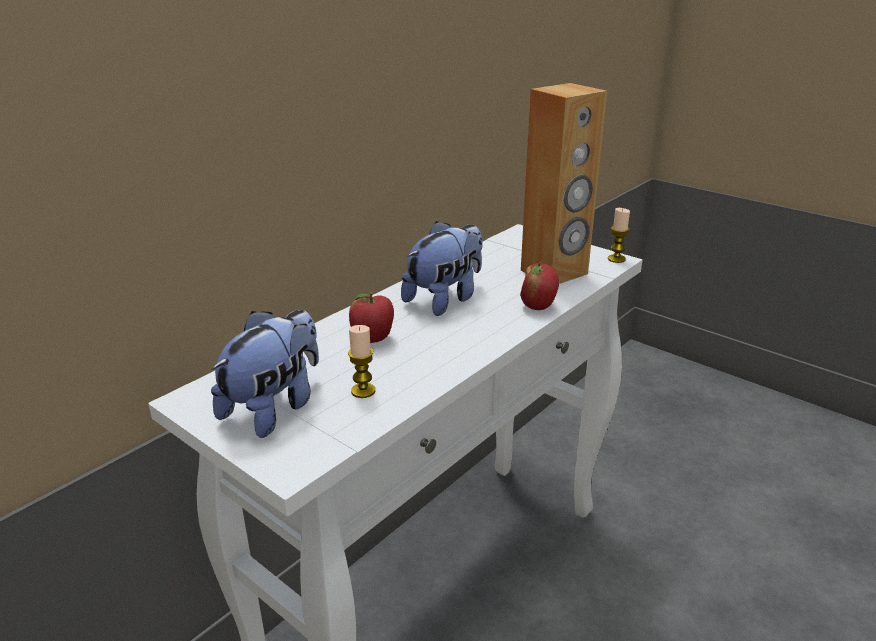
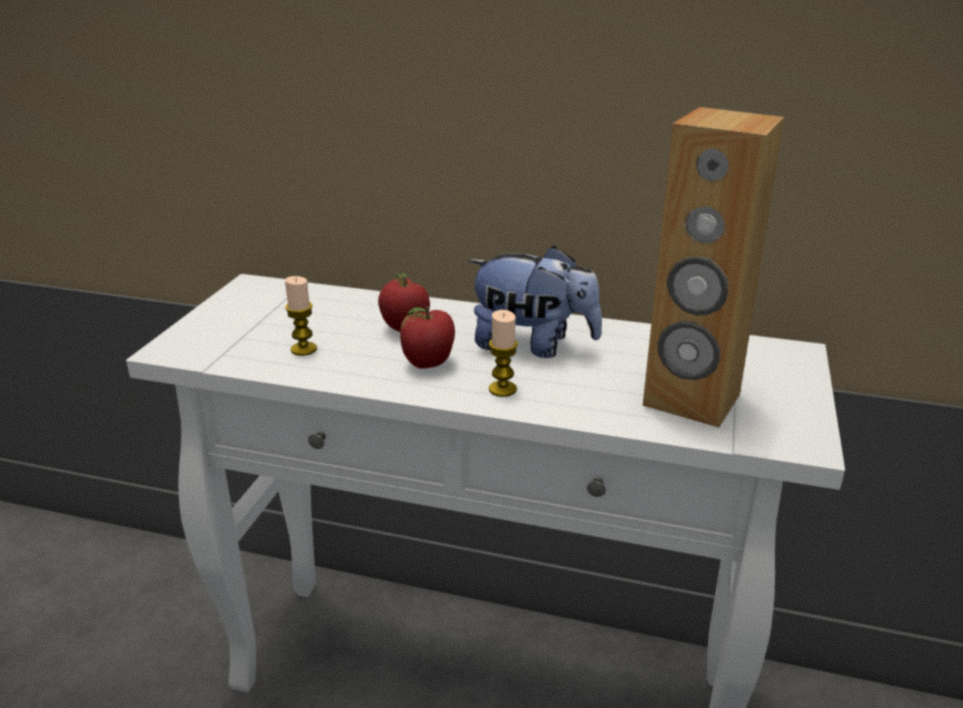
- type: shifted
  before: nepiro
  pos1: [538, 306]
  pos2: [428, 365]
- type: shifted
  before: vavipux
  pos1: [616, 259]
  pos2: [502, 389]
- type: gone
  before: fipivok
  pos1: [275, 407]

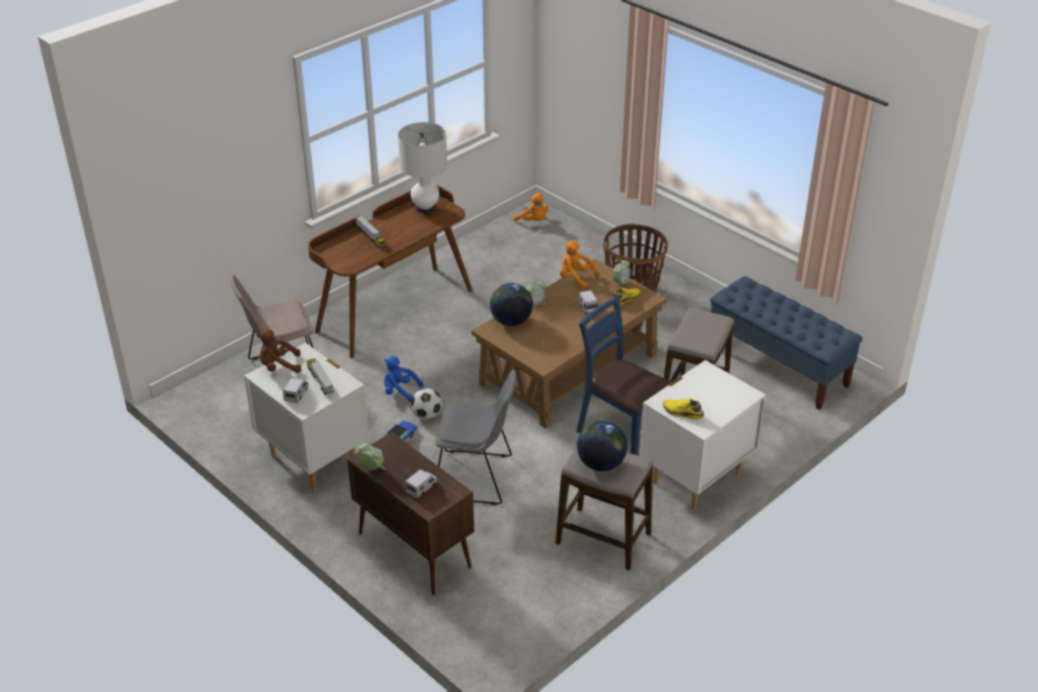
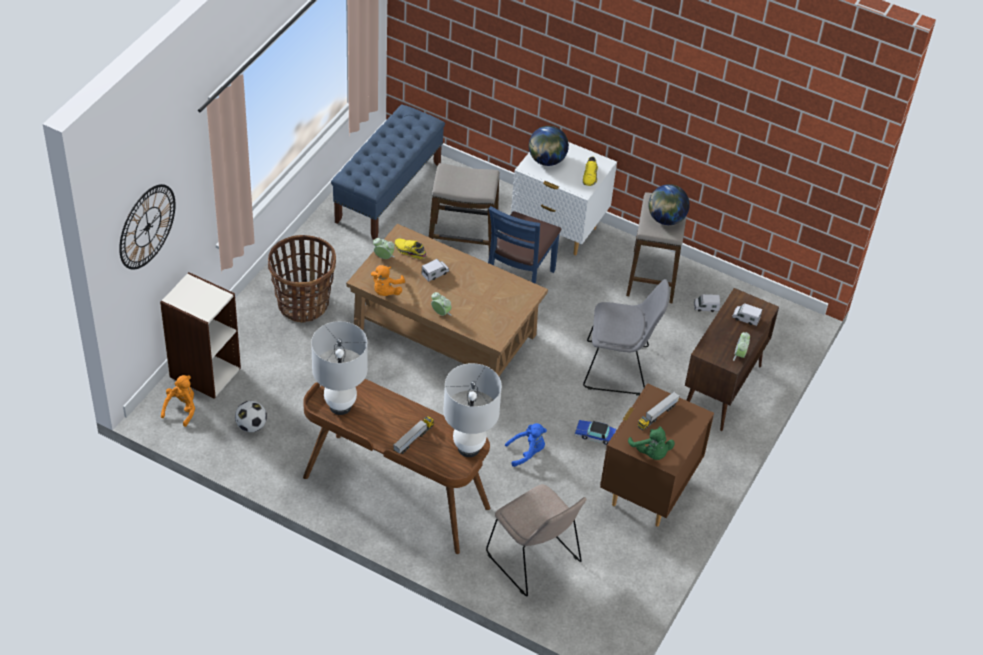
- type: new
  after: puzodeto
  pos2: [147, 226]
- type: new
  after: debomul
  pos2: [204, 372]
- type: shifted
  before: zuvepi
  pos1: [427, 415]
  pos2: [251, 426]
- type: new
  after: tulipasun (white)
  pos2: [468, 448]
- type: rotated
  before: fipivok (blue)
  pos1: [400, 391]
  pos2: [527, 452]
  turn: -105
- type: shifted
  before: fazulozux
  pos1: [511, 321]
  pos2: [546, 160]
- type: rotated
  before: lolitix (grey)
  pos1: [477, 477]
  pos2: [619, 368]
  turn: 105
- type: repainted
  before: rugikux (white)
  after: rugikux (brown)
  pos1: [314, 459]
  pos2: [648, 491]
- type: repainted
  before: fipivok (brown)
  after: fipivok (green)
  pos1: [279, 366]
  pos2: [651, 453]
- type: shifted
  before: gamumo
  pos1: [296, 394]
  pos2: [706, 307]

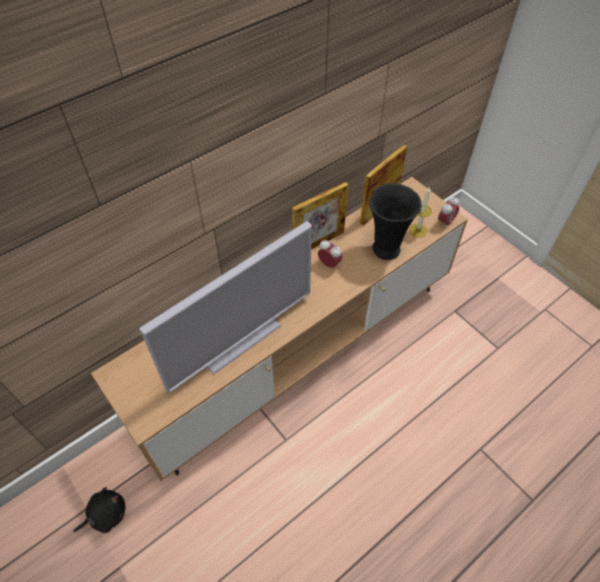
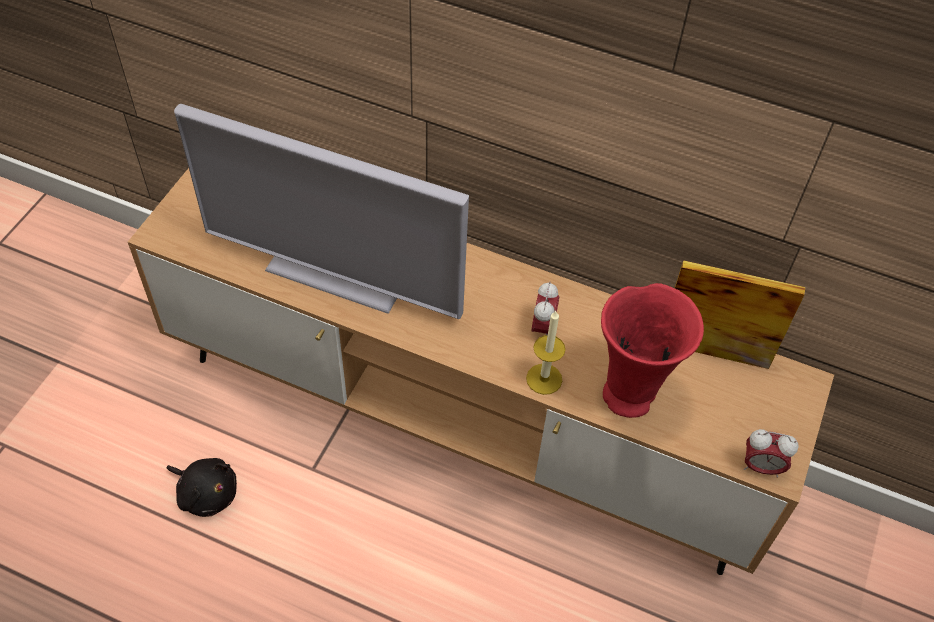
- type: shifted
  before: fipivok (black)
  pos1: [106, 514]
  pos2: [206, 493]
- type: shifted
  before: vavipux
  pos1: [418, 230]
  pos2: [544, 379]
- type: repainted
  before: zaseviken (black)
  after: zaseviken (red)
  pos1: [386, 248]
  pos2: [631, 394]
- type: gone
  before: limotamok
  pos1: [318, 243]

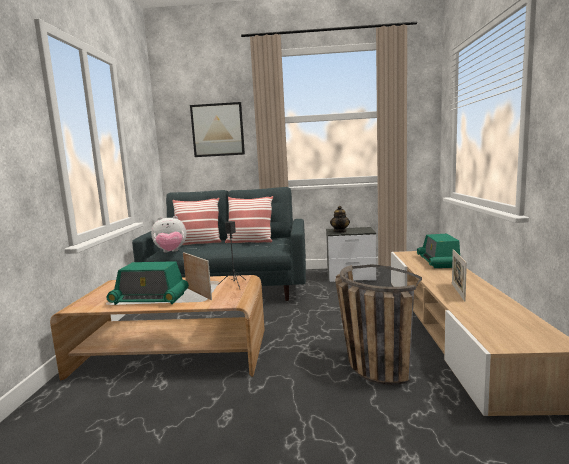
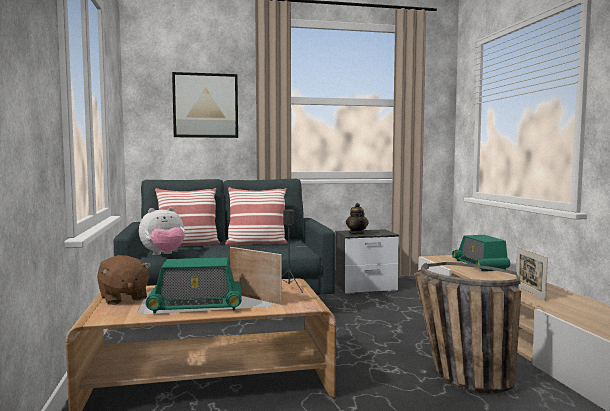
- type: new
  after: fipivok (brown)
  pos2: [123, 298]

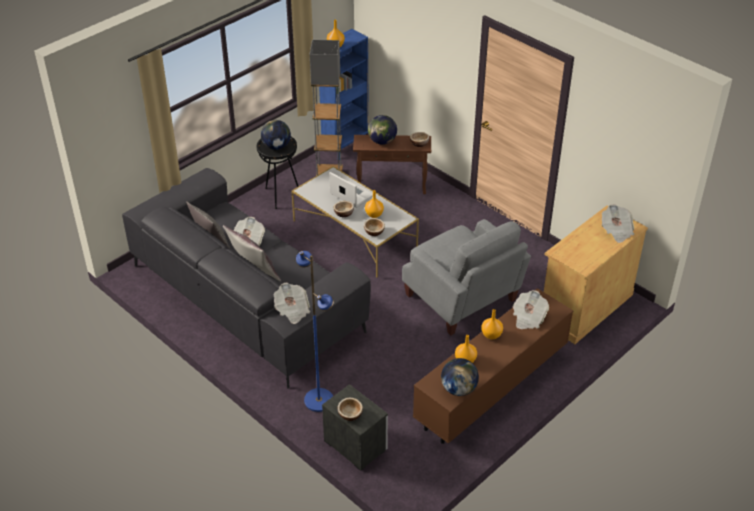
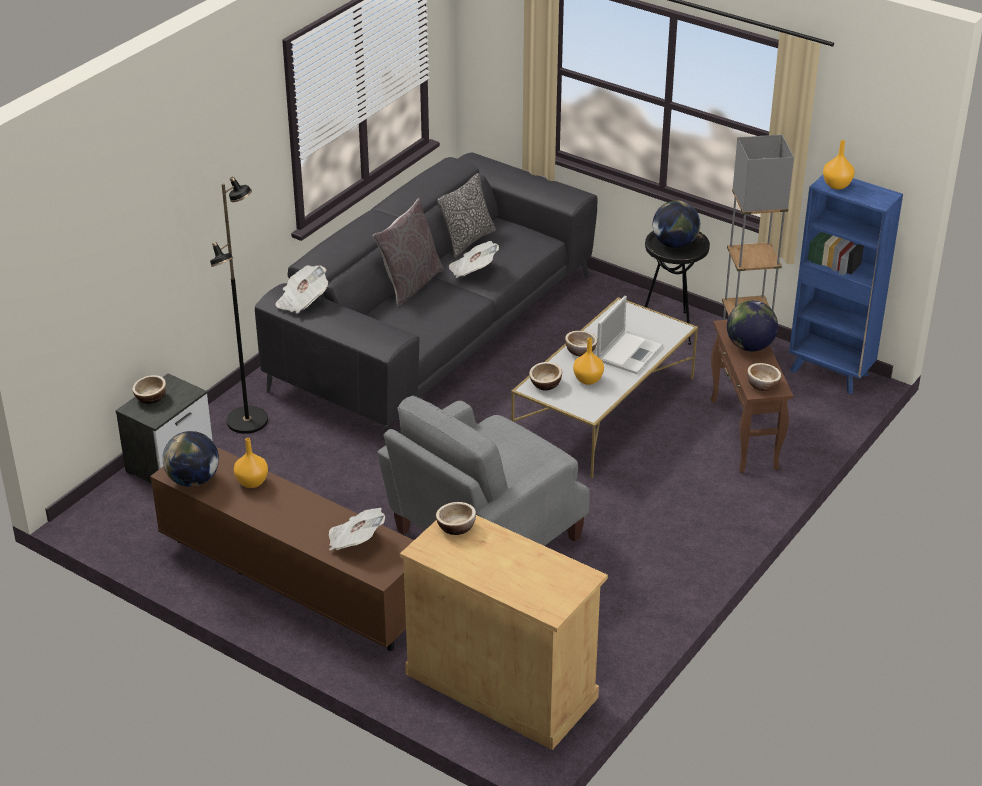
- type: repainted
  before: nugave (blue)
  after: nugave (black)
  pos1: [319, 400]
  pos2: [248, 421]
- type: new
  after: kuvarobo
  pos2: [456, 527]
- type: gone
  before: zaseviken (orange)
  pos1: [491, 335]
- type: gone
  before: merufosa
  pos1: [616, 231]

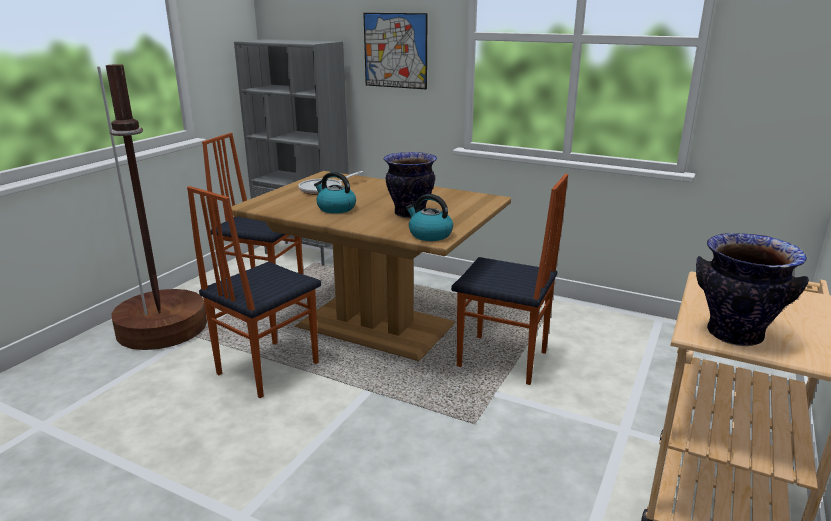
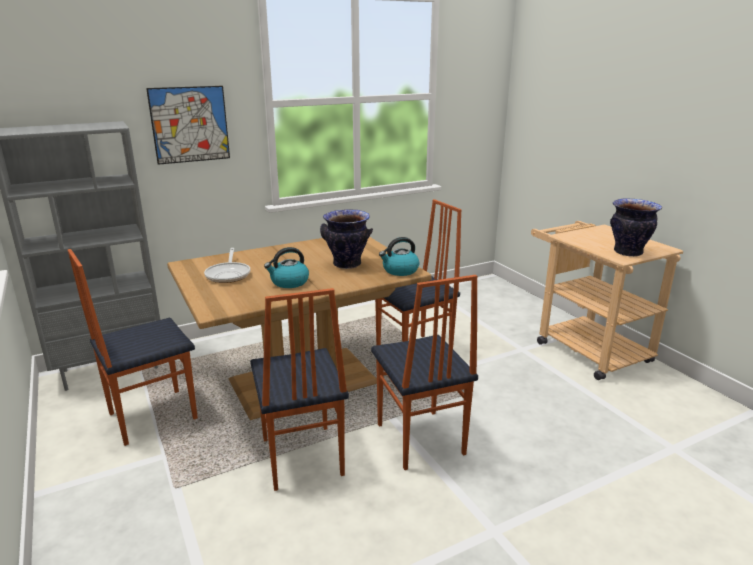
- type: new
  after: lolitix
  pos2: [419, 440]
- type: gone
  before: nugave (brown)
  pos1: [162, 328]

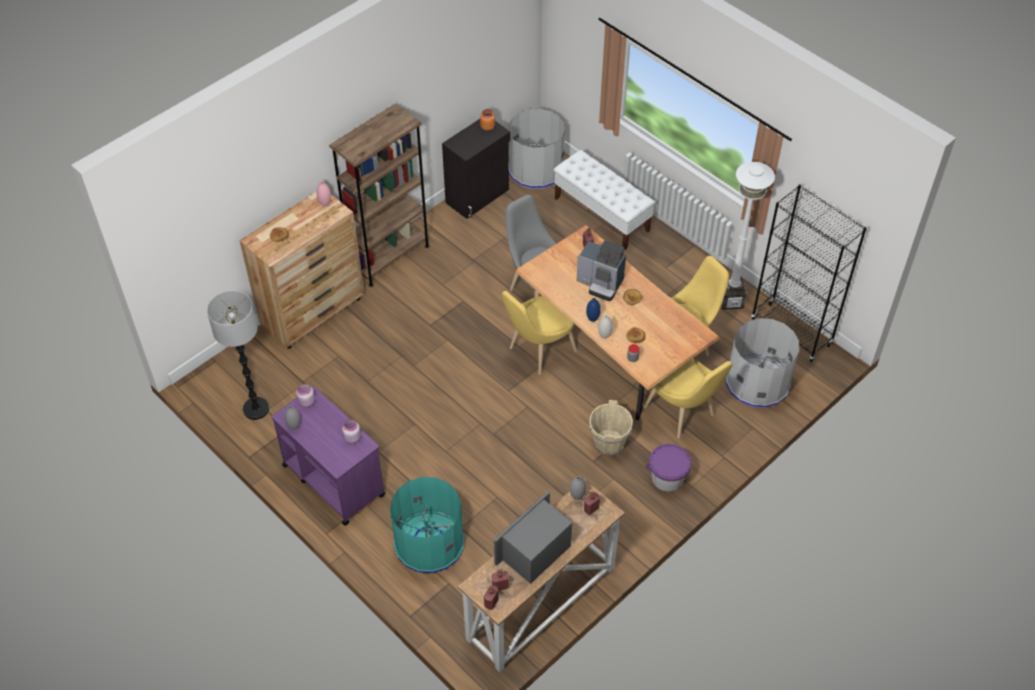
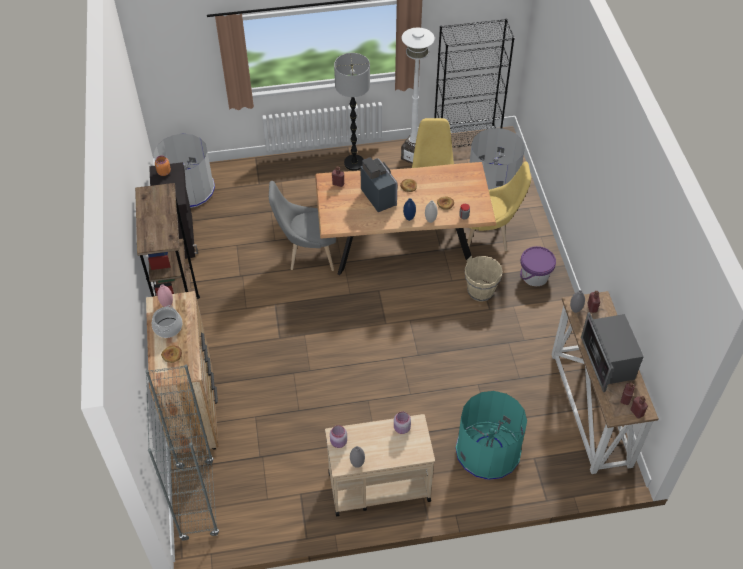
- type: new
  after: debomul (grey)
  pos2: [197, 500]
- type: new
  after: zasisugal
  pos2: [168, 328]
- type: repainted
  before: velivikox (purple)
  after: velivikox (beige)
  pos1: [333, 479]
  pos2: [378, 486]
- type: shifted
  before: nugave
  pos1: [256, 409]
  pos2: [354, 163]
- type: rotated
  before: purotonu
  pos1: [600, 283]
  pos2: [380, 196]
  turn: -90
- type: gone
  before: lolitix (yellow)
  pos1: [538, 351]
- type: gone
  before: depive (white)
  pos1: [602, 214]

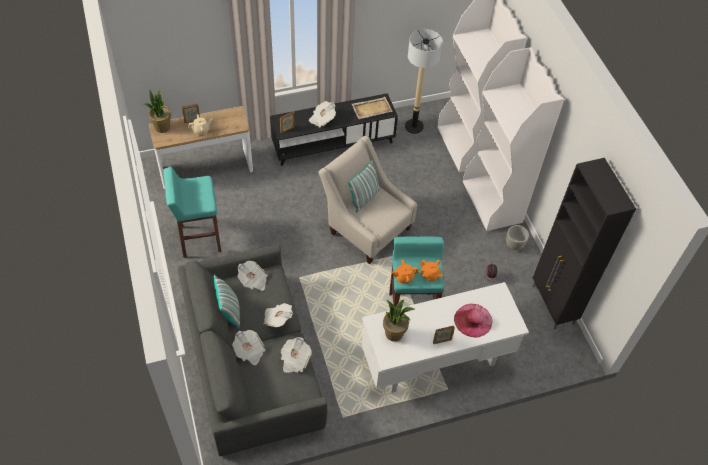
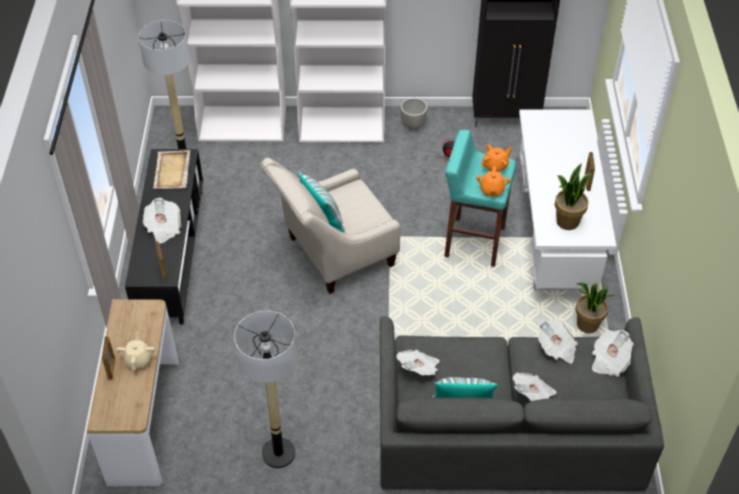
- type: swapped
  before: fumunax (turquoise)
  after: nugave
  pos1: [199, 238]
  pos2: [278, 453]
- type: shifted
  before: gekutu
  pos1: [162, 127]
  pos2: [587, 325]
- type: shifted
  before: merufosa
  pos1: [277, 318]
  pos2: [610, 360]
- type: gone
  before: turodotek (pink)
  pos1: [473, 320]

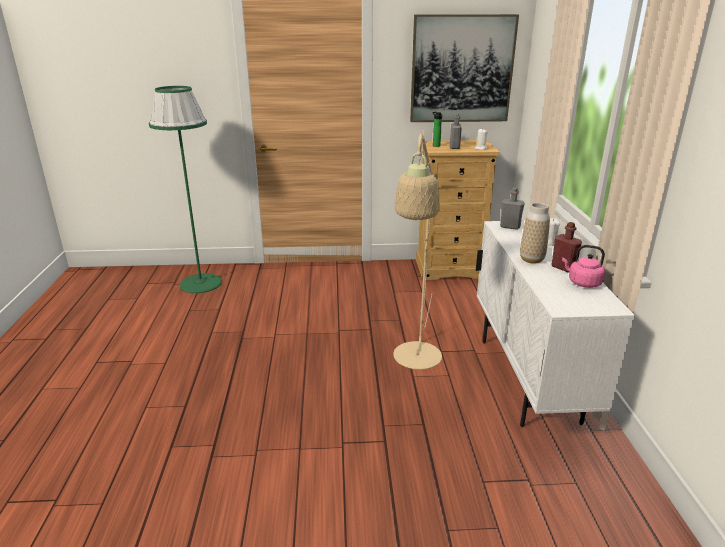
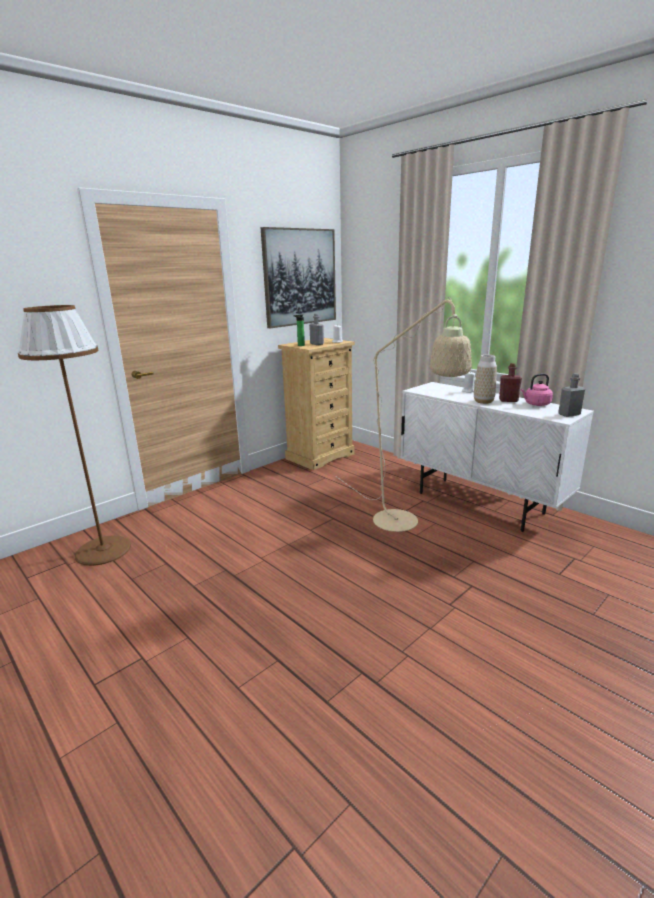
- type: repainted
  before: nugave (green)
  after: nugave (brown)
  pos1: [201, 283]
  pos2: [103, 550]
- type: shifted
  before: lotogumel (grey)
  pos1: [510, 227]
  pos2: [569, 414]

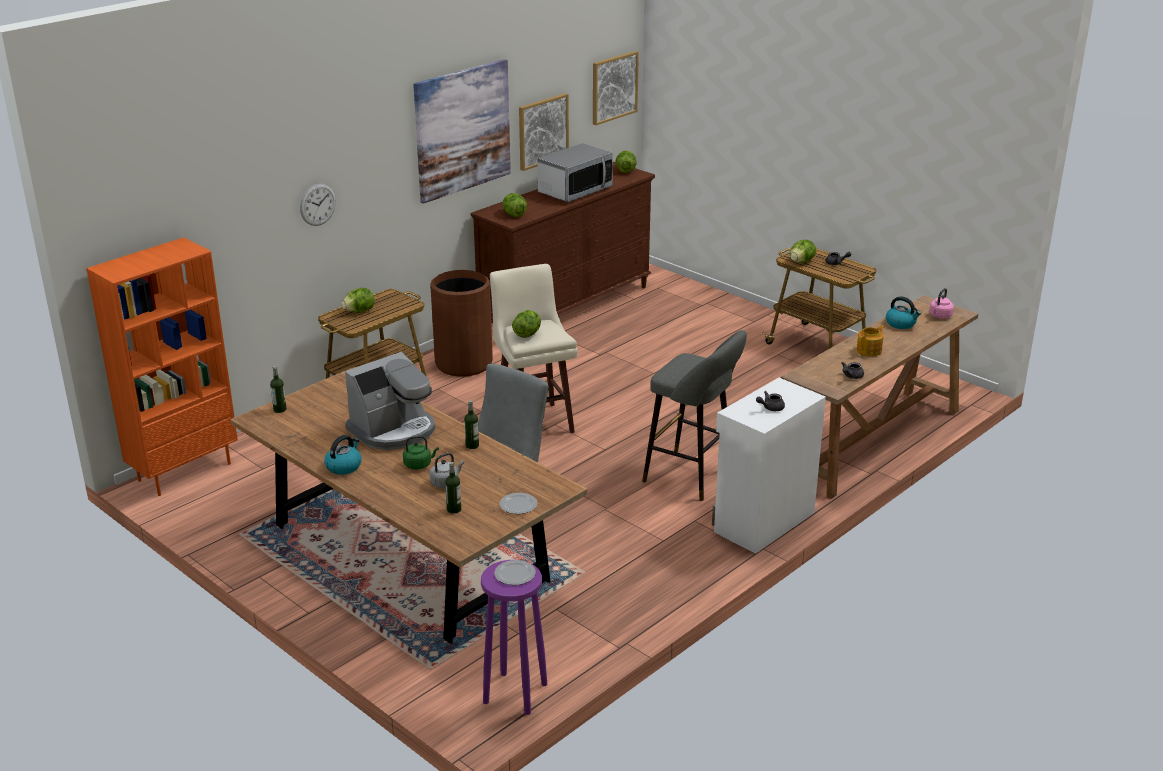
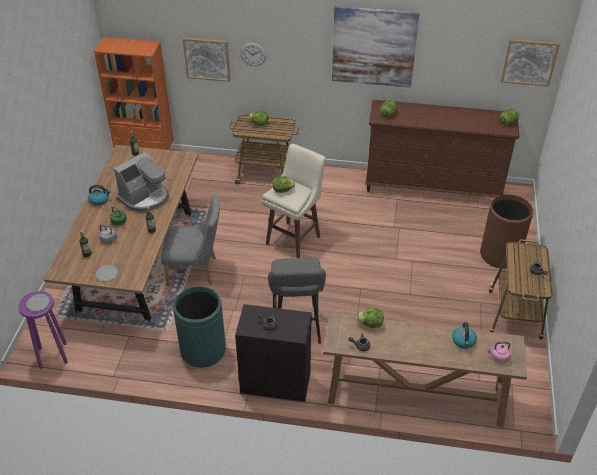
- type: rotated
  before: purotonu
  pos1: [394, 430]
  pos2: [145, 197]
  turn: -60
- type: new
  after: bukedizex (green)
  pos2: [203, 350]
- type: shifted
  before: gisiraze
  pos1: [542, 131]
  pos2: [207, 59]
- type: repainted
  before: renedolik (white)
  after: renedolik (black)
  pos1: [762, 522]
  pos2: [275, 381]
- type: shifted
  before: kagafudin
  pos1: [801, 262]
  pos2: [370, 324]
- type: shifted
  before: bukedizex (brown)
  pos1: [464, 363]
  pos2: [500, 255]
- type: gone
  before: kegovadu
  pos1: [575, 191]
- type: gone
  before: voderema
  pos1: [869, 351]

